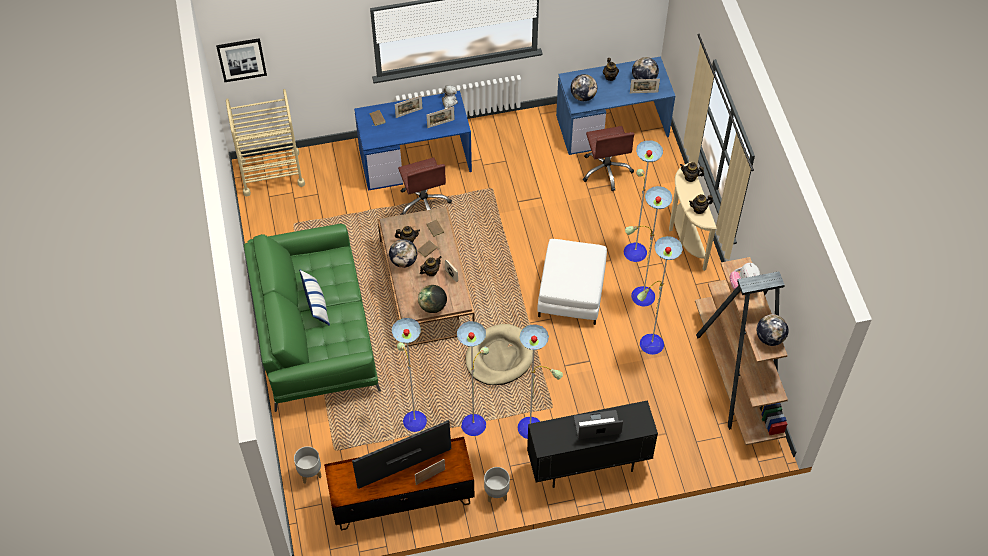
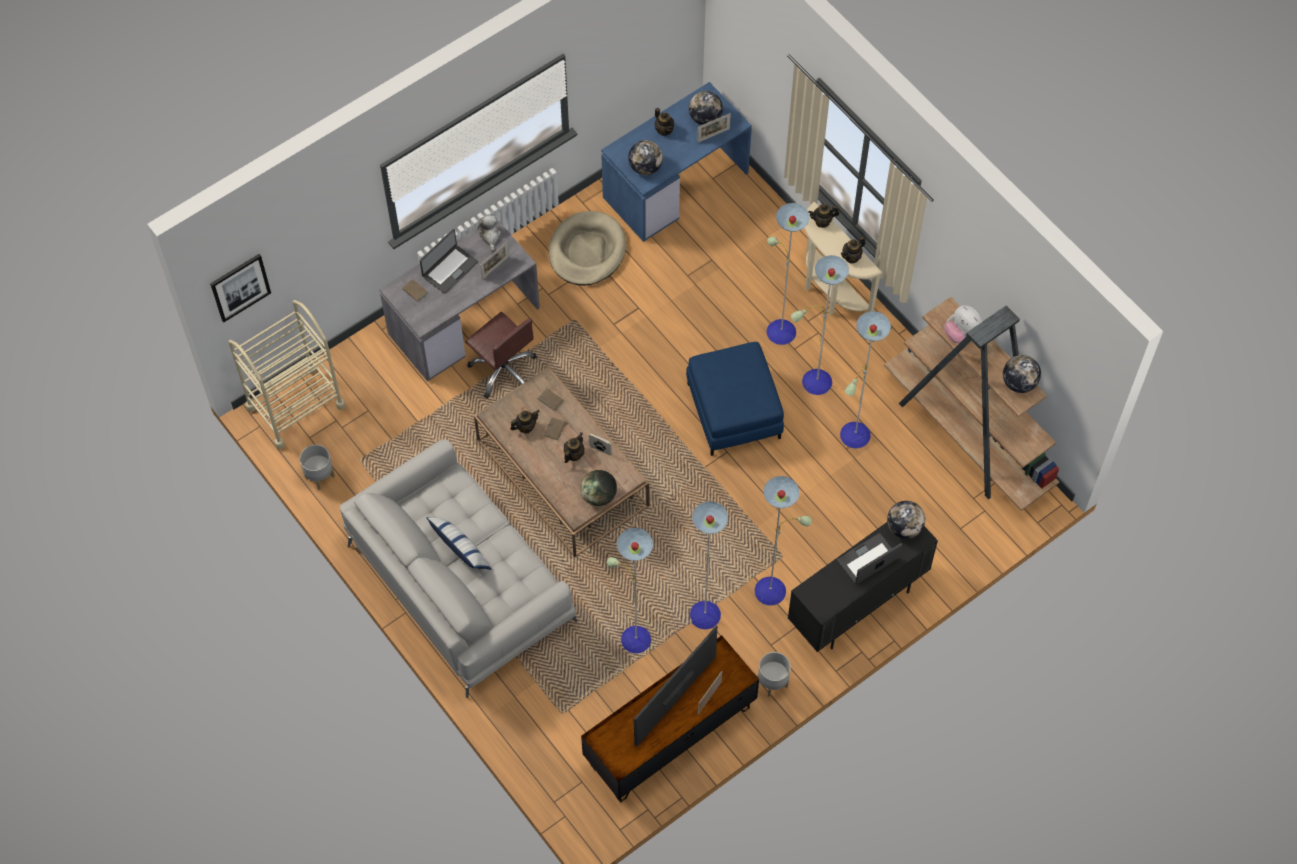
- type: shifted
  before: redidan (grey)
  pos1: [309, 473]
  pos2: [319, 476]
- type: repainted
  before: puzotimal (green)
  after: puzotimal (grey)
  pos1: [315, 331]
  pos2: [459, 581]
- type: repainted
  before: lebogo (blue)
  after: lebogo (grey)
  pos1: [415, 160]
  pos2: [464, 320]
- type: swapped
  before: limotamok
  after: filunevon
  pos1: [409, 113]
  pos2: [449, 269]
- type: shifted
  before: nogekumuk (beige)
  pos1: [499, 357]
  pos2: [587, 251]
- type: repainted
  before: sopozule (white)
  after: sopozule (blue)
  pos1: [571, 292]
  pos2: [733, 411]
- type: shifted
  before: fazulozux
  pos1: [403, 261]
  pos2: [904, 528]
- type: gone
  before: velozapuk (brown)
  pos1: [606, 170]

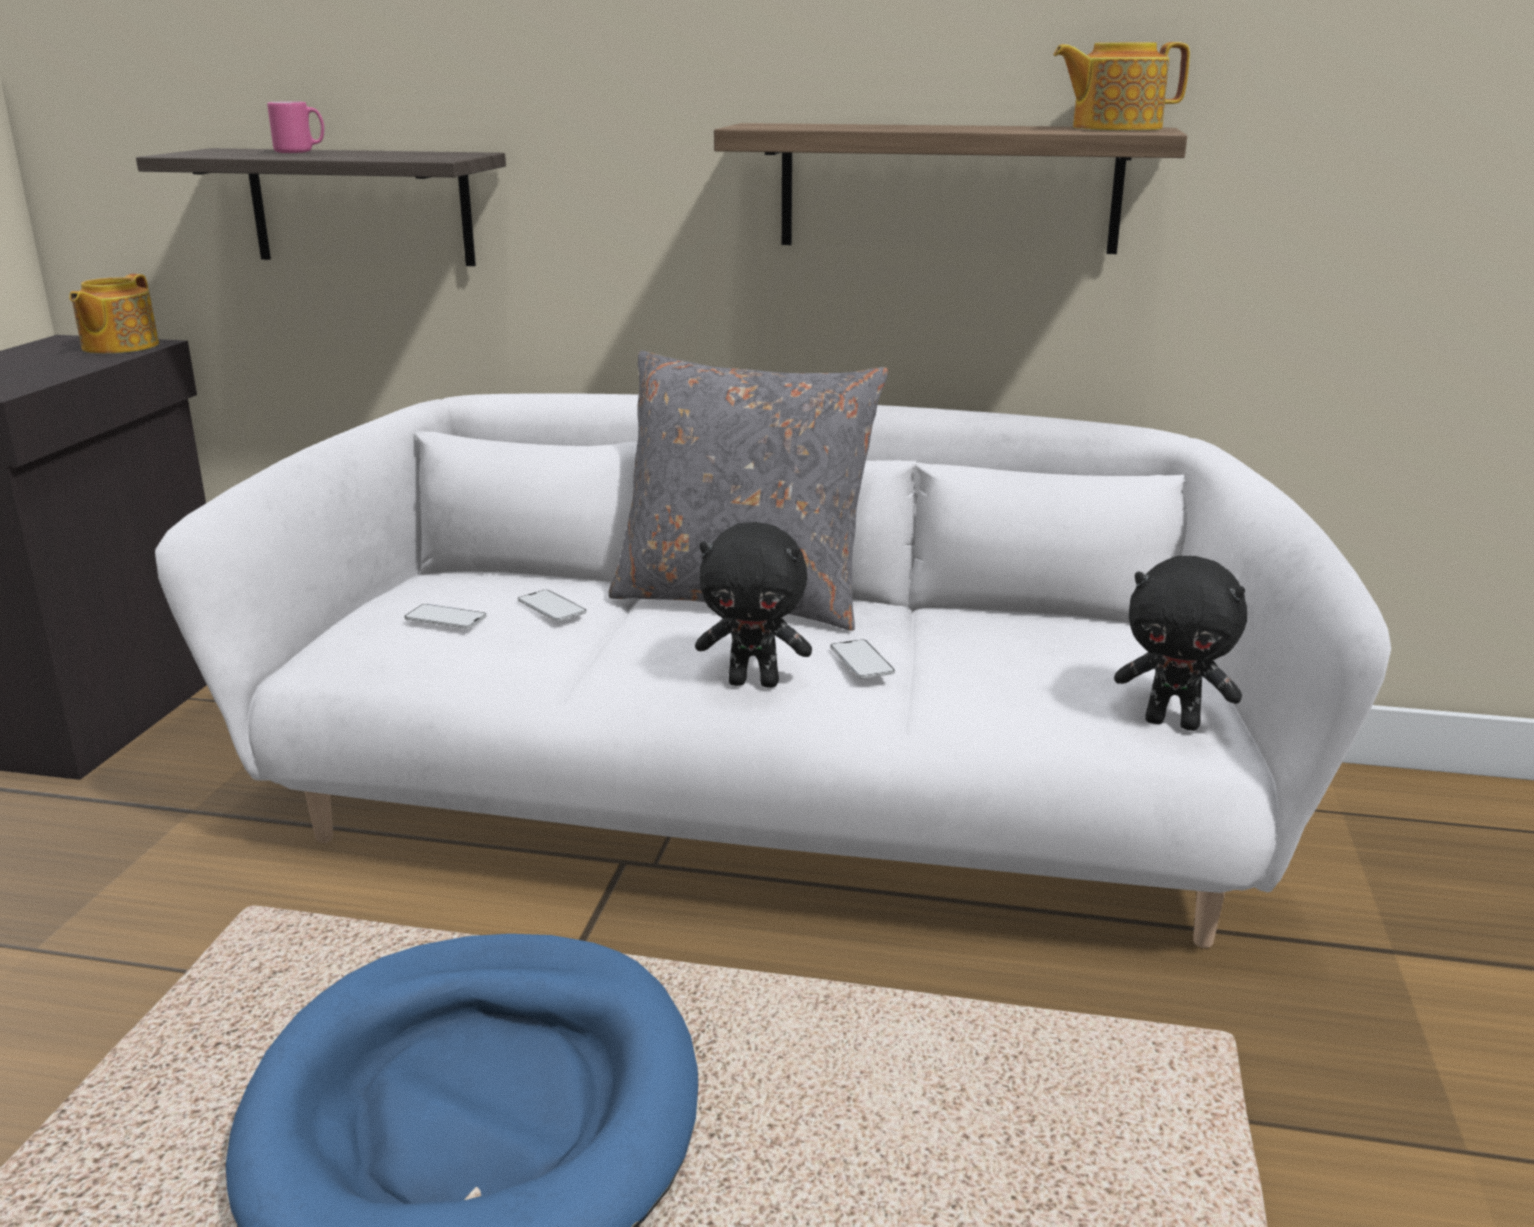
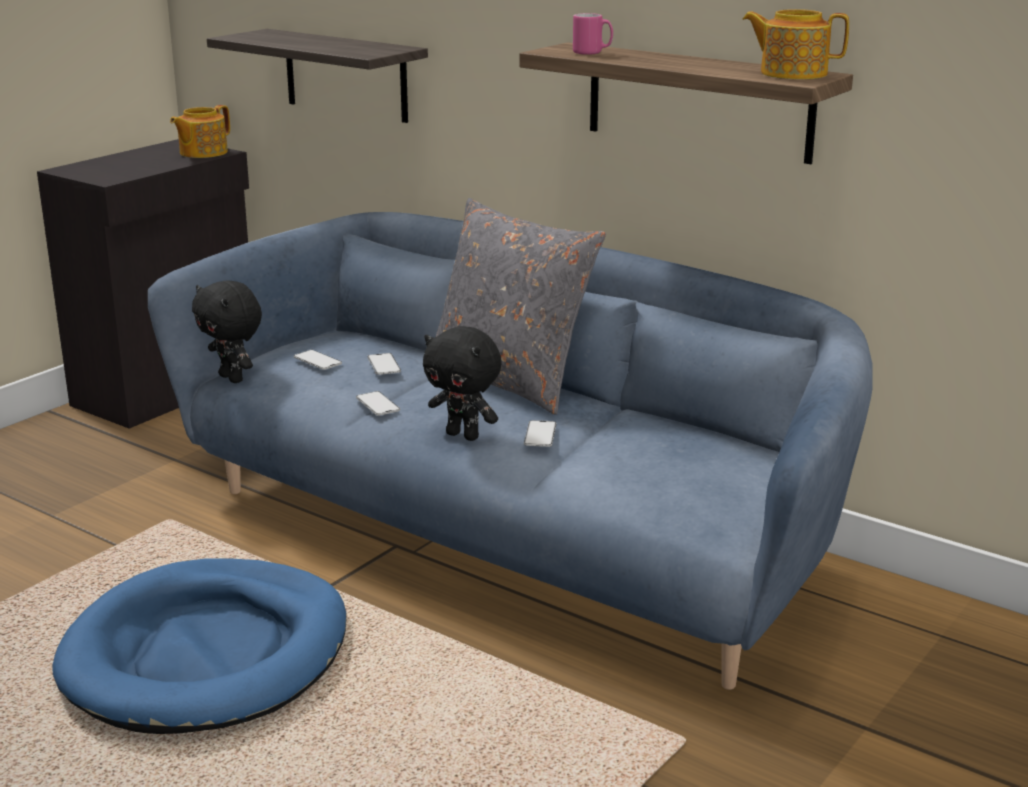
- type: repainted
  before: puzotimal (white)
  after: puzotimal (blue)
  pos1: [766, 812]
  pos2: [512, 537]
- type: shifted
  before: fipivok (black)
  pos1: [1173, 723]
  pos2: [233, 378]
- type: new
  after: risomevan
  pos2: [377, 404]
- type: shifted
  before: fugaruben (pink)
  pos1: [300, 152]
  pos2: [592, 53]

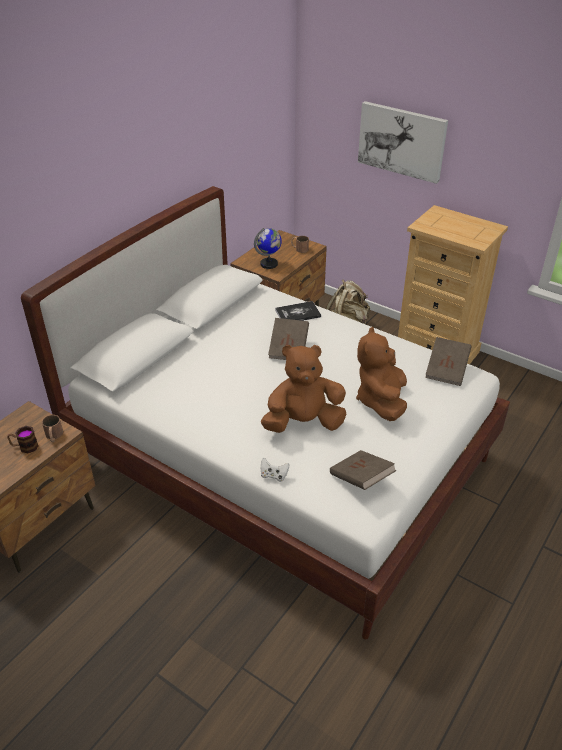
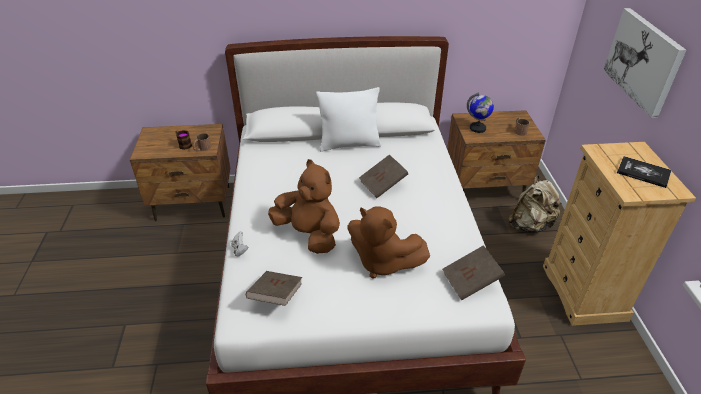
- type: new
  after: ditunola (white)
  pos2: [349, 144]
- type: rotated
  before: fipivok (brown)
  pos1: [381, 401]
  pos2: [382, 262]
  turn: -120
- type: shifted
  before: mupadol
  pos1: [298, 313]
  pos2: [643, 173]

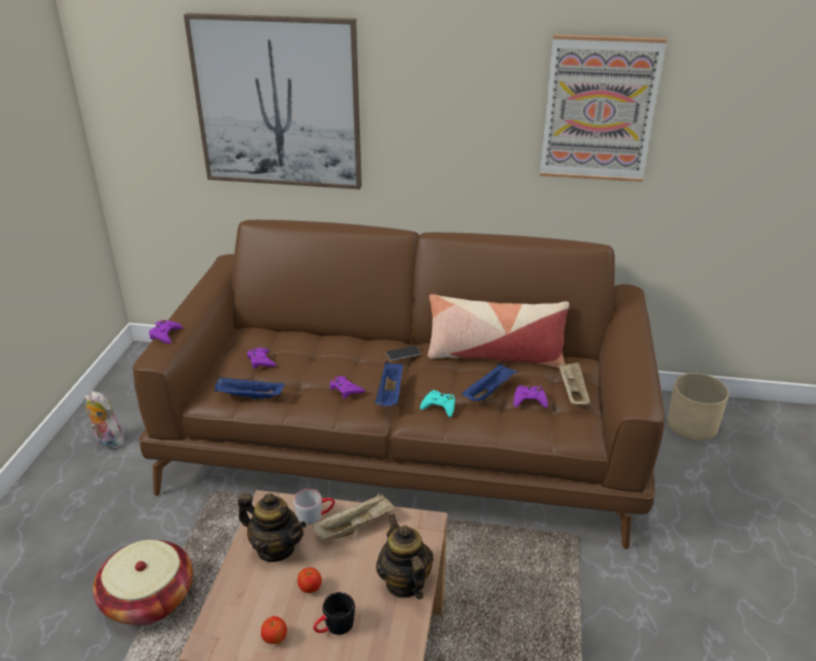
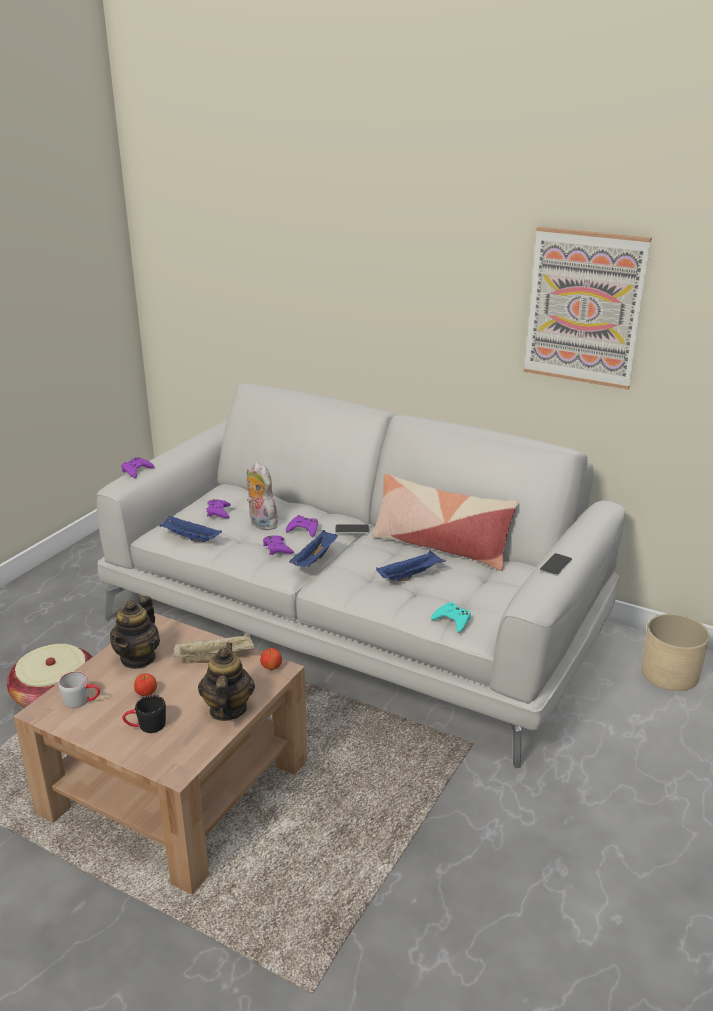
- type: shifted
  before: fugaruben (grey)
  pos1: [315, 515]
  pos2: [82, 700]
- type: repainted
  before: puzotimal (brown)
  after: puzotimal (white)
  pos1: [407, 439]
  pos2: [356, 622]
- type: rotated
  before: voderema
  pos1: [275, 548]
  pos2: [138, 658]
  turn: 60
- type: shifted
  before: fipivok
  pos1: [107, 442]
  pos2: [261, 523]
- type: shifted
  before: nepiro
  pos1: [275, 639]
  pos2: [271, 668]
- type: shifted
  before: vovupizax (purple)
  pos1: [529, 400]
  pos2: [303, 529]
- type: shifted
  before: vovupizax (turquoise)
  pos1: [439, 406]
  pos2: [452, 620]
- type: new
  after: risomevan
  pos2: [555, 564]
- type: gone
  before: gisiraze
  pos1: [278, 103]
- type: gone
  before: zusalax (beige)
  pos1: [572, 392]

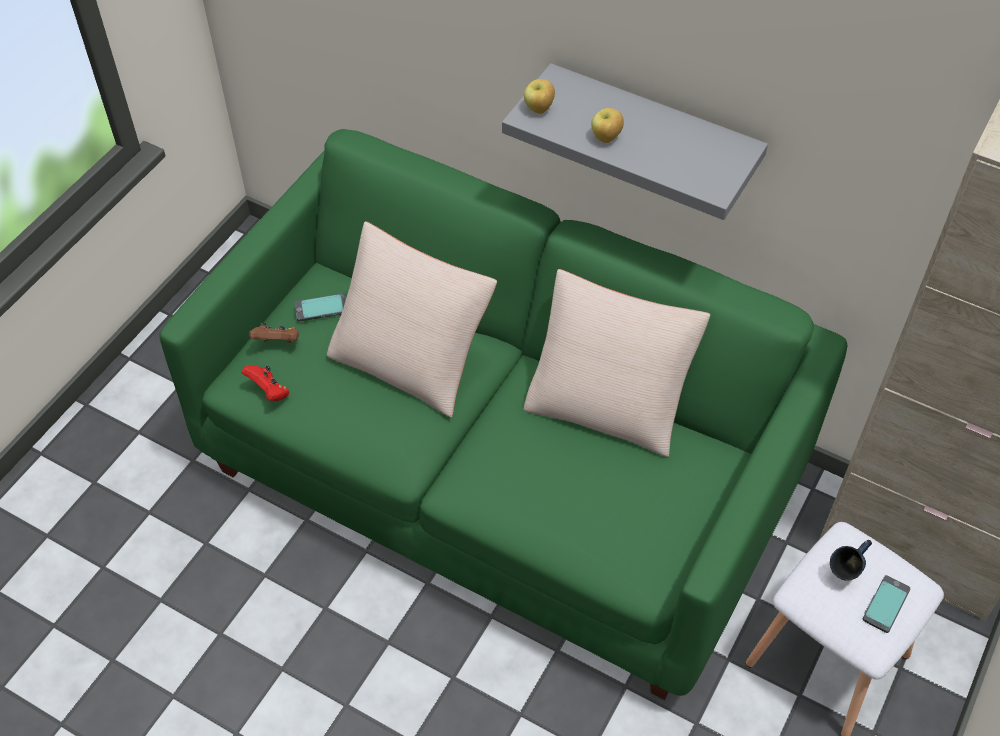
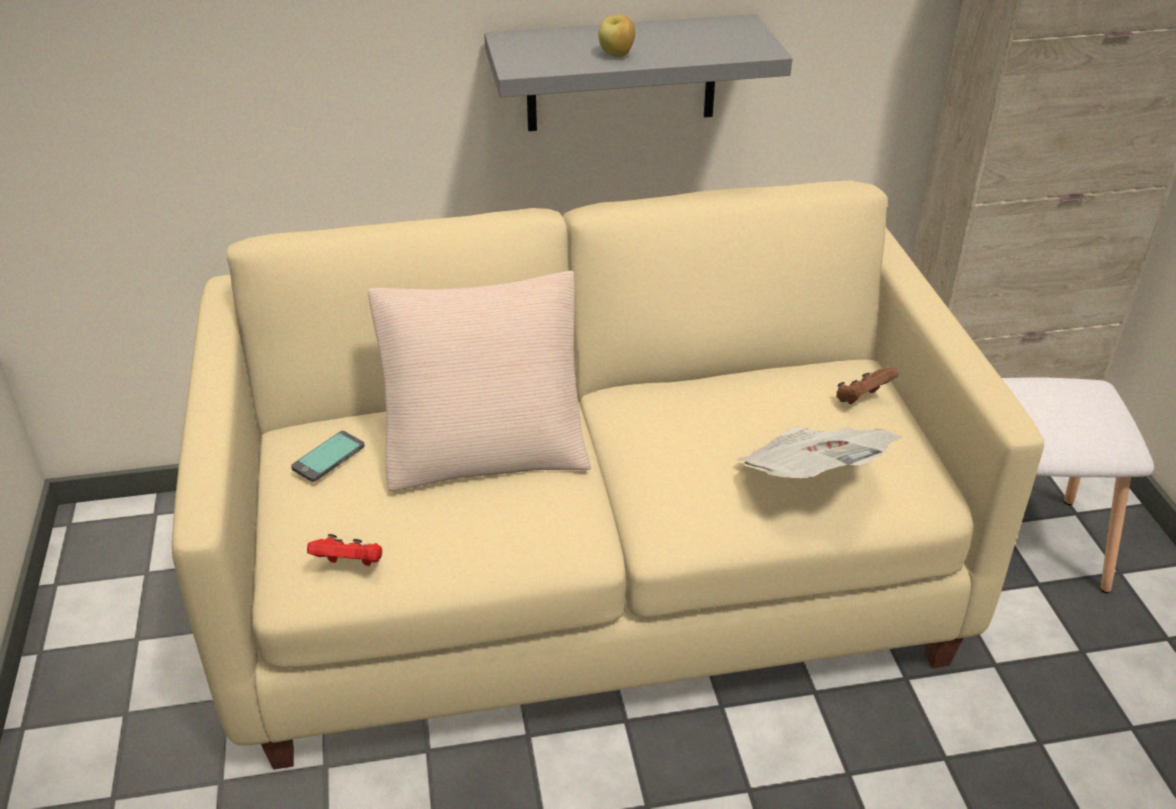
- type: repainted
  before: puzotimal (green)
  after: puzotimal (beige)
  pos1: [503, 472]
  pos2: [591, 574]
- type: new
  after: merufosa
  pos2: [811, 479]
- type: shifted
  before: vovupizax (brown)
  pos1: [277, 342]
  pos2: [862, 399]
- type: gone
  before: nepiro
  pos1: [539, 109]
- type: gone
  before: ditunola (beige)
  pos1: [609, 400]
- type: gone
  before: fugaruben (blue)
  pos1: [846, 573]
- type: gone
  before: risomevan
  pos1: [885, 604]

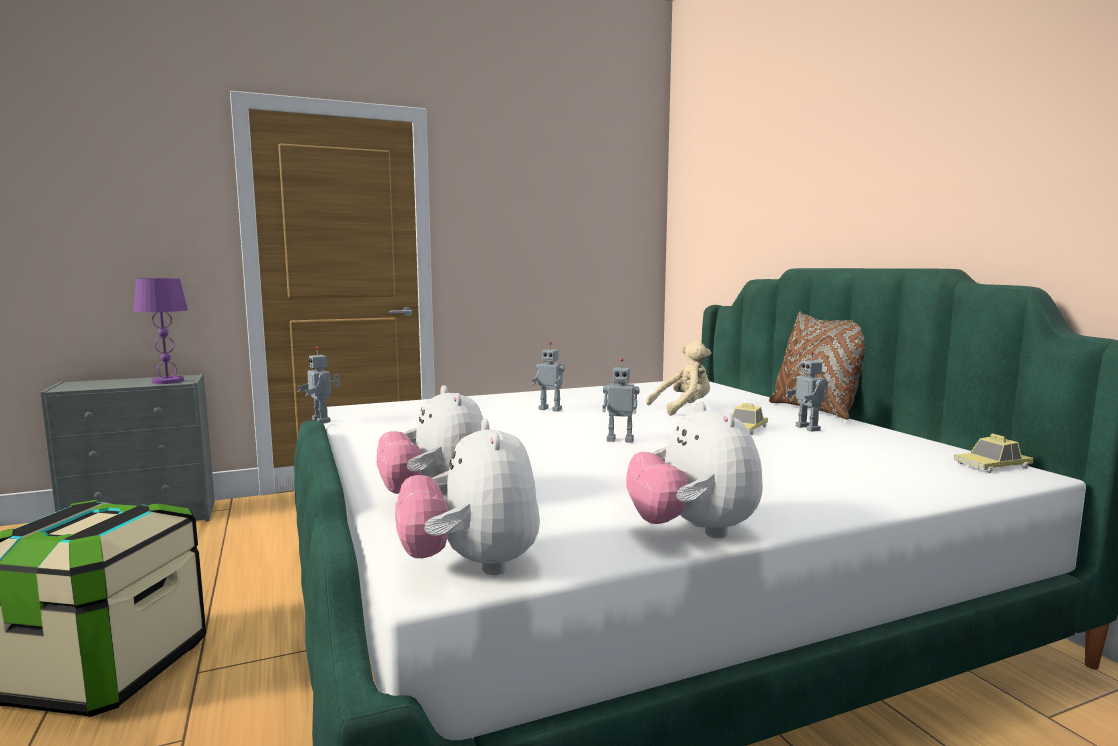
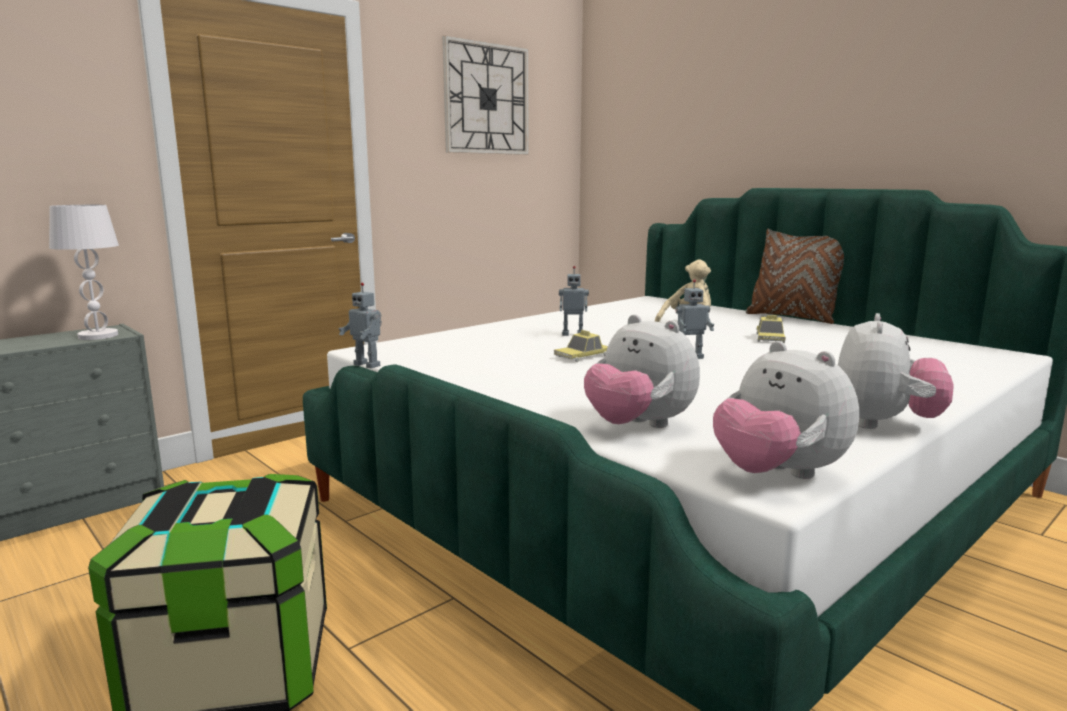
- type: repainted
  before: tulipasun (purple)
  after: tulipasun (white)
  pos1: [168, 381]
  pos2: [98, 336]
- type: new
  after: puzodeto
  pos2: [486, 99]
- type: shifted
  before: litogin
  pos1: [992, 466]
  pos2: [582, 356]
- type: rotated
  before: fipivok
  pos1: [692, 531]
  pos2: [883, 424]
  turn: -120
- type: gone
  before: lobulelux
  pos1: [809, 428]

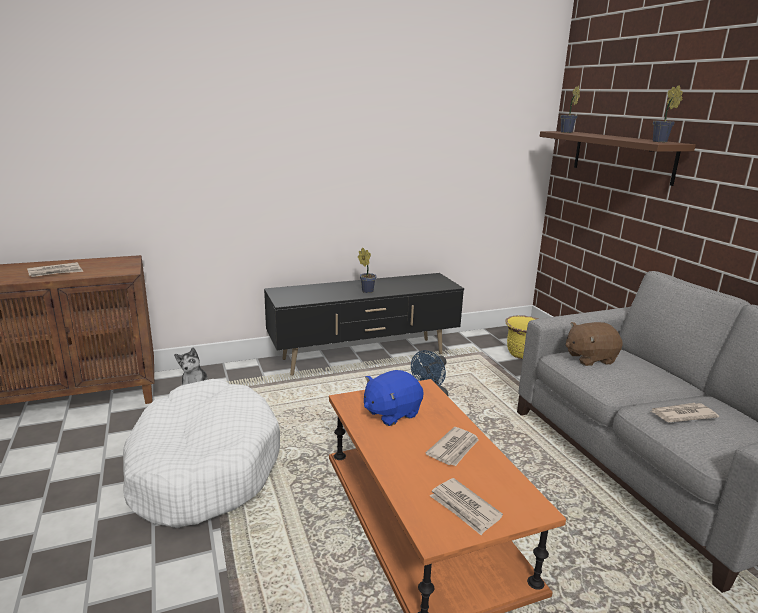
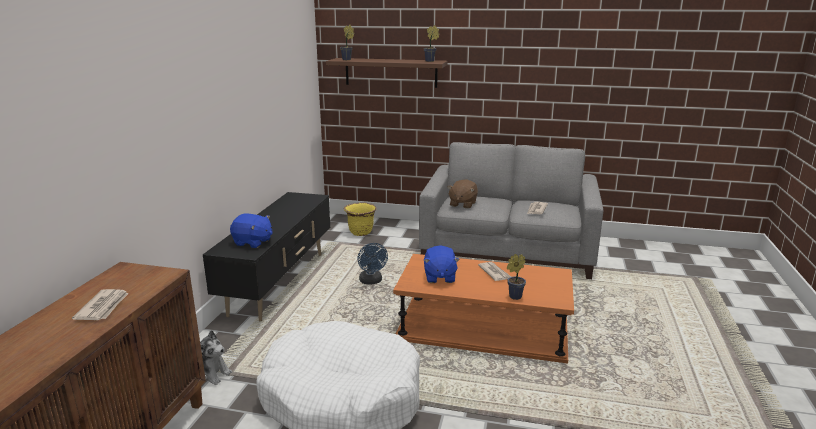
- type: new
  after: fipivok (blue)
  pos2: [253, 242]
- type: shifted
  before: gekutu
  pos1: [366, 290]
  pos2: [513, 297]
- type: gone
  before: merufosa
  pos1: [464, 508]

